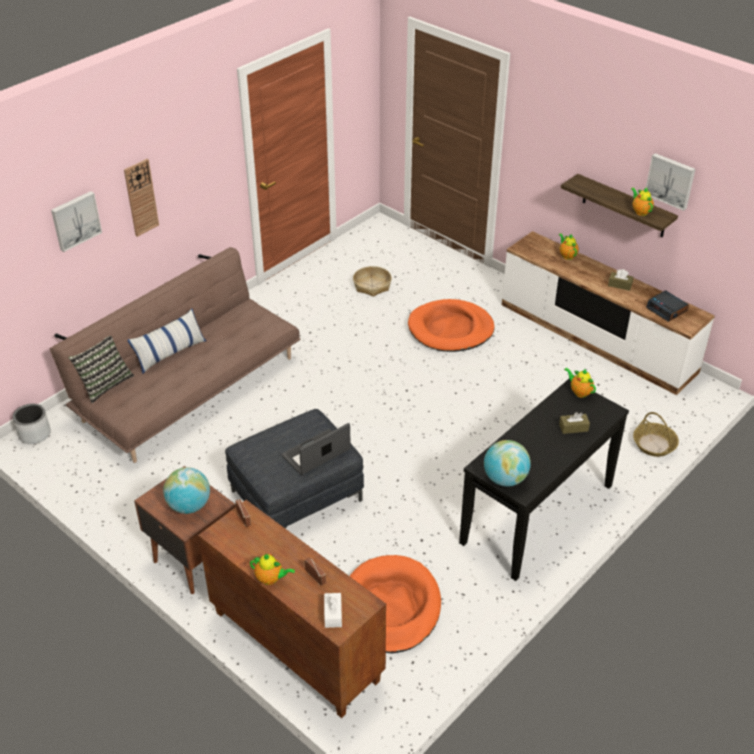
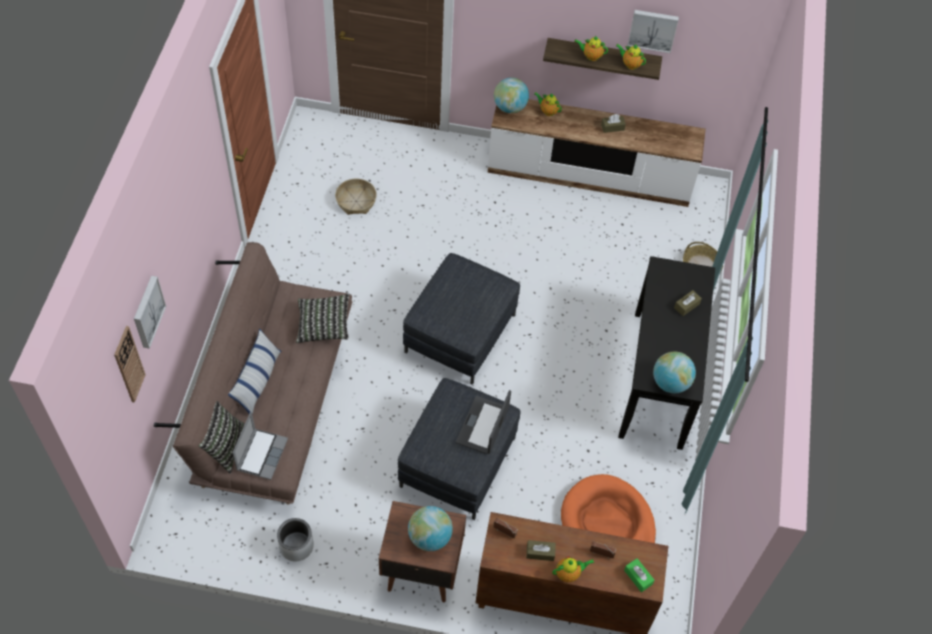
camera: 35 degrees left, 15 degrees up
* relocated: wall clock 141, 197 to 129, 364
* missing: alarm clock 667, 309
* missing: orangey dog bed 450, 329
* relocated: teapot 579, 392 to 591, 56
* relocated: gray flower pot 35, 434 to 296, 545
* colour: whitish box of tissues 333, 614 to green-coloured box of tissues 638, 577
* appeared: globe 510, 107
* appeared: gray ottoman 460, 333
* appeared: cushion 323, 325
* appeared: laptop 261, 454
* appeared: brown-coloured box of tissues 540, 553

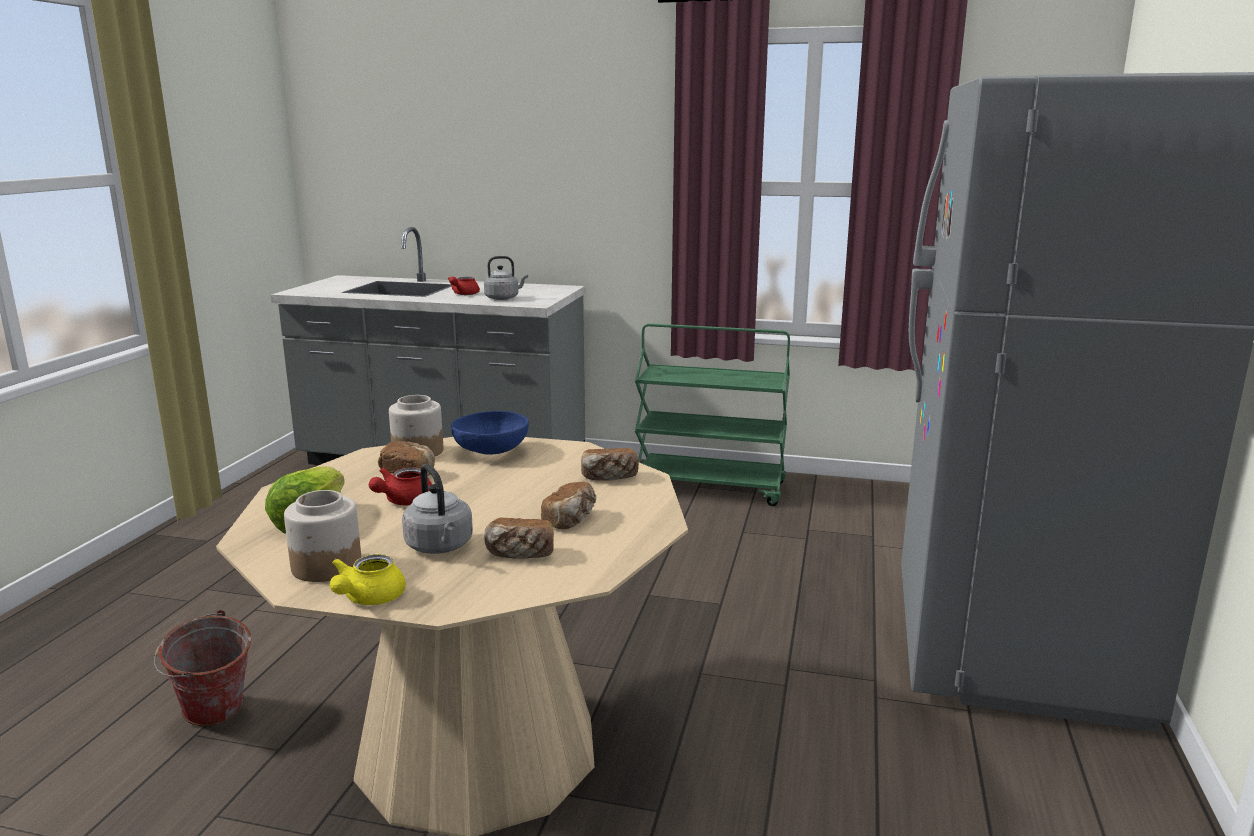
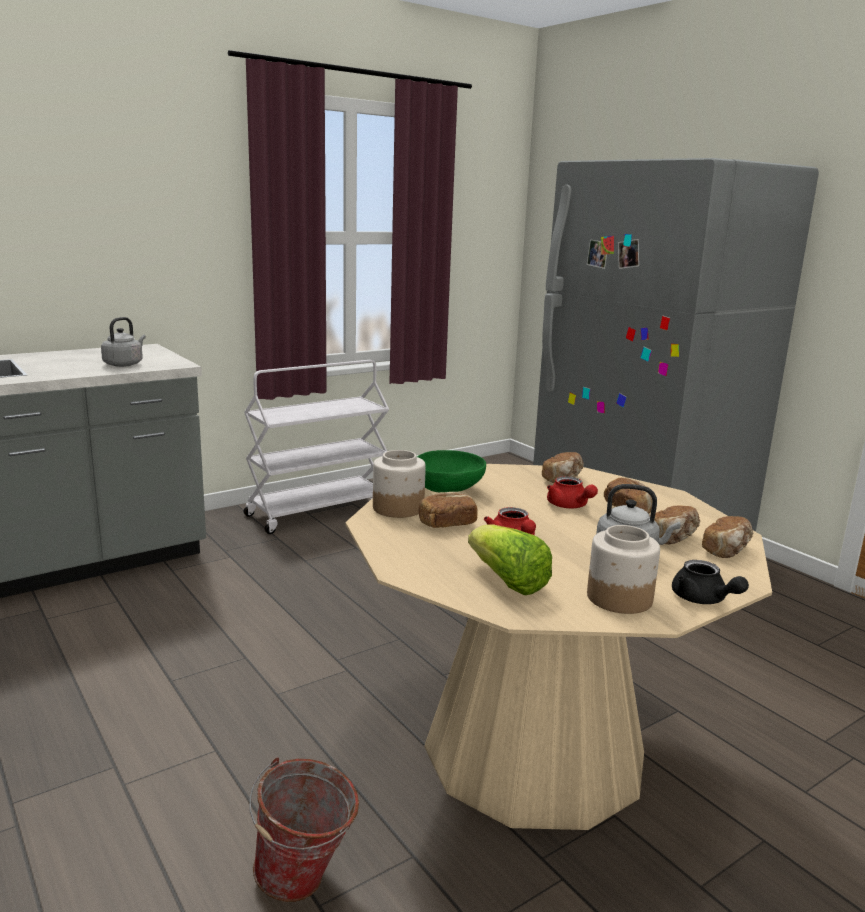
camera: 50 degrees left, 0 degrees up
* relocated: reddish teapot 463, 294 to 569, 506
* colour: green-coloured cart 710, 488 to whitish cart 318, 511
* colour: bluish serving bowl 491, 452 to green-coloured serving bowl 449, 490
* colour: yellowish teapot 368, 599 to blackish teapot 703, 600
* appeared: bakery bread 727, 550

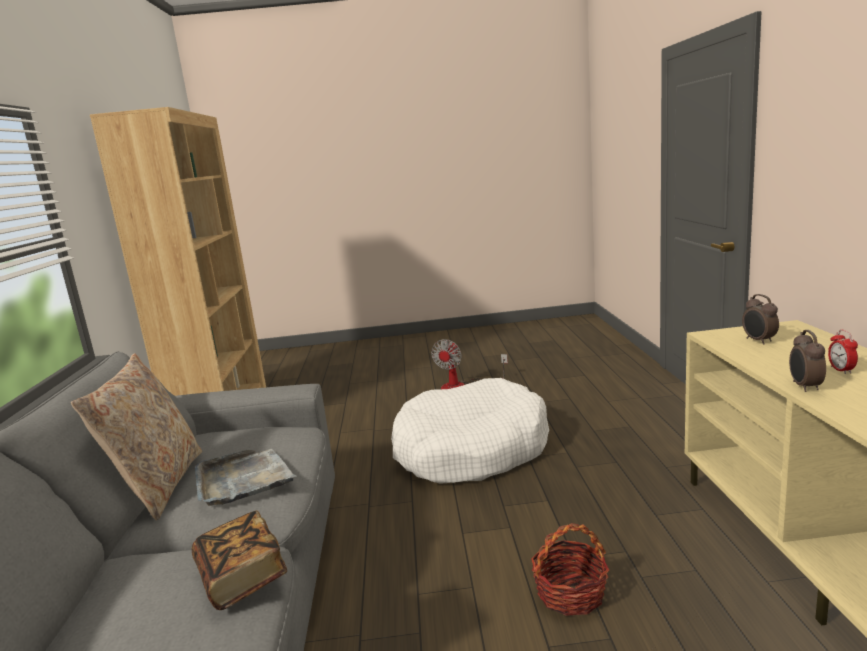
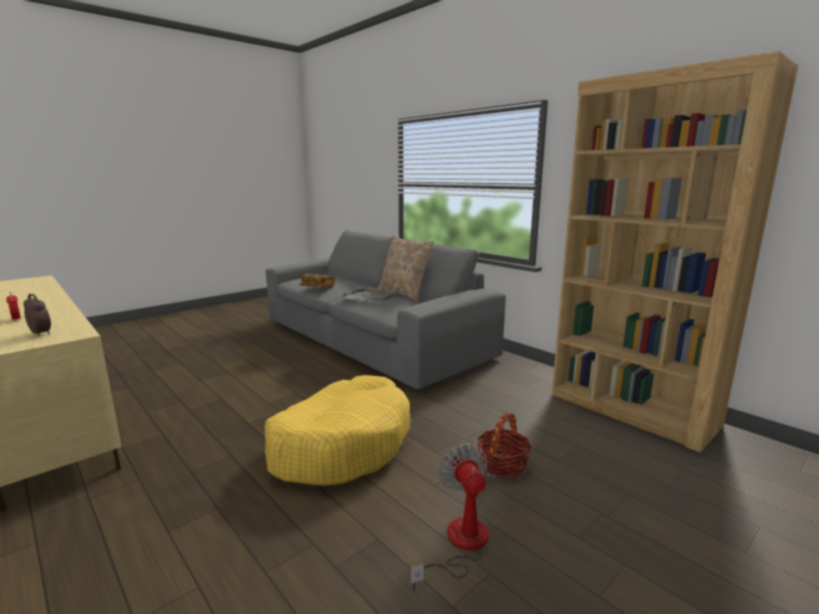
camera: 140 degrees right, 0 degrees up
* missing: alarm clock 804, 387
* colour: whitish dog bed 471, 450 to yellowish dog bed 341, 444
* relocated: household basket 570, 593 to 502, 464

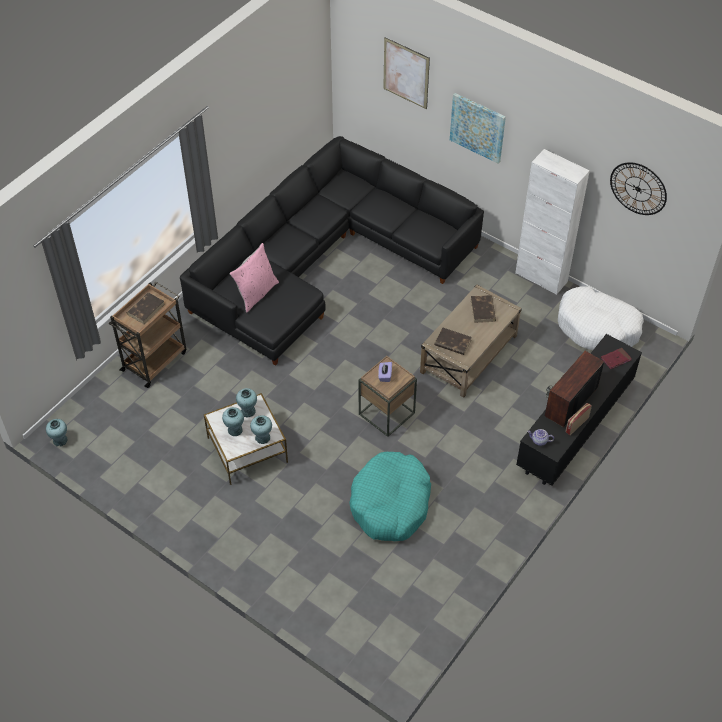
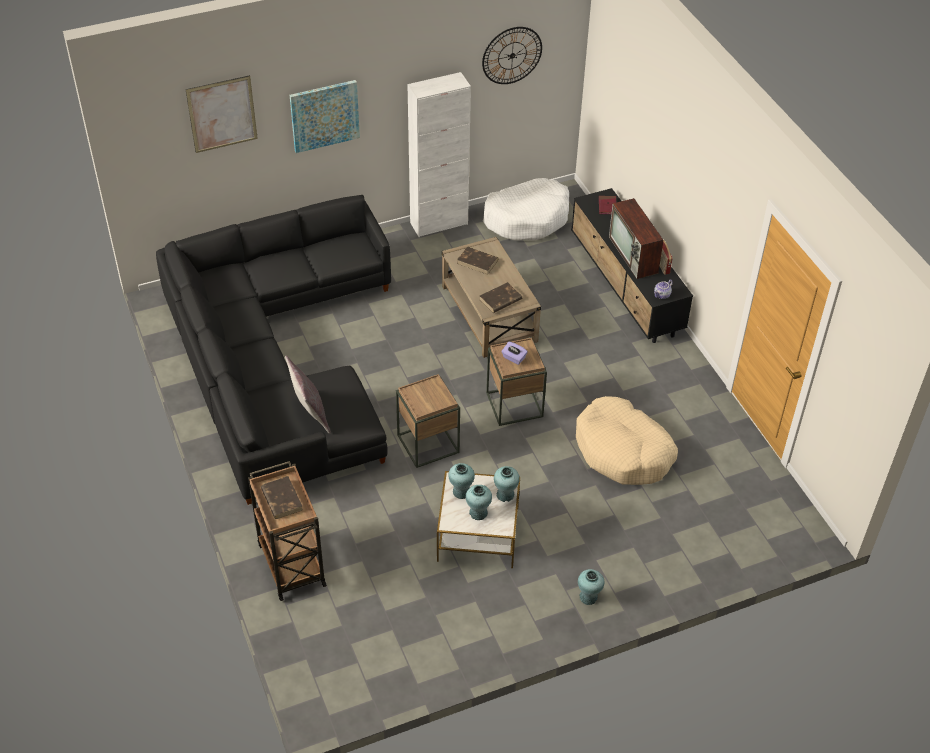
camera: 60 degrees left, 5 degrees down
* colour: pink cushion 256, 293 to gray cushion 310, 414
* relocated: blue-green flower vase 60, 440 to 588, 597
* colour: blue-green dog bed 390, 503 to beige dog bed 623, 451
* appeared: brown-coloured side table 428, 444

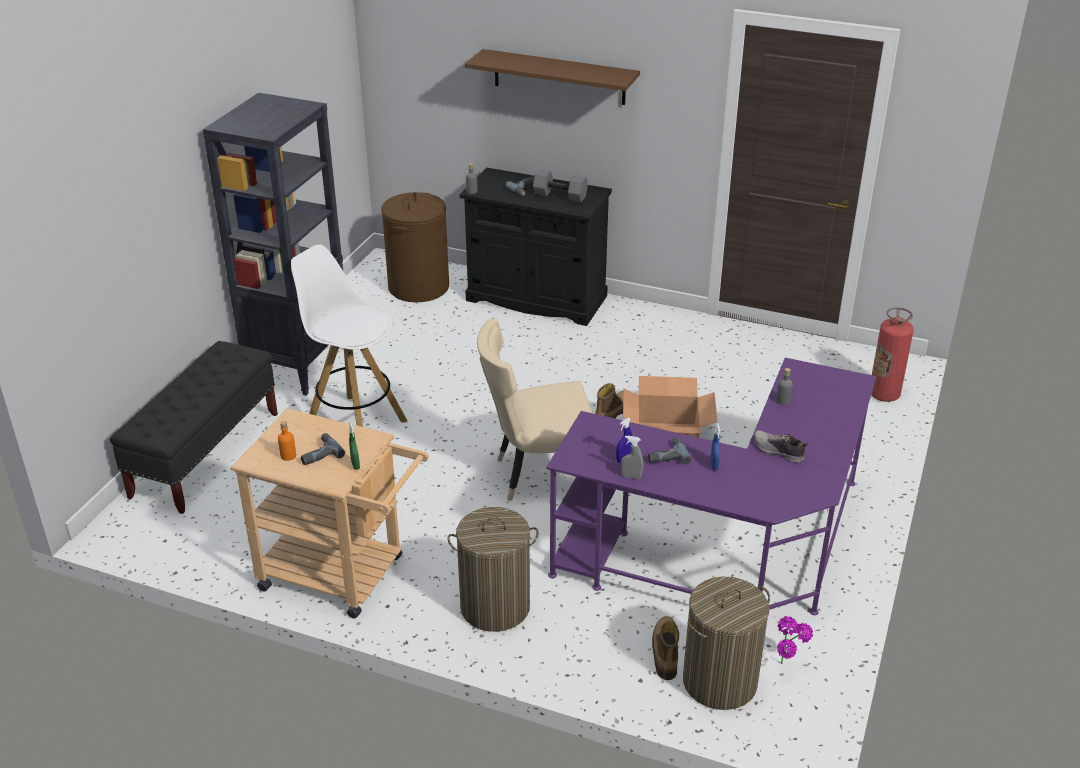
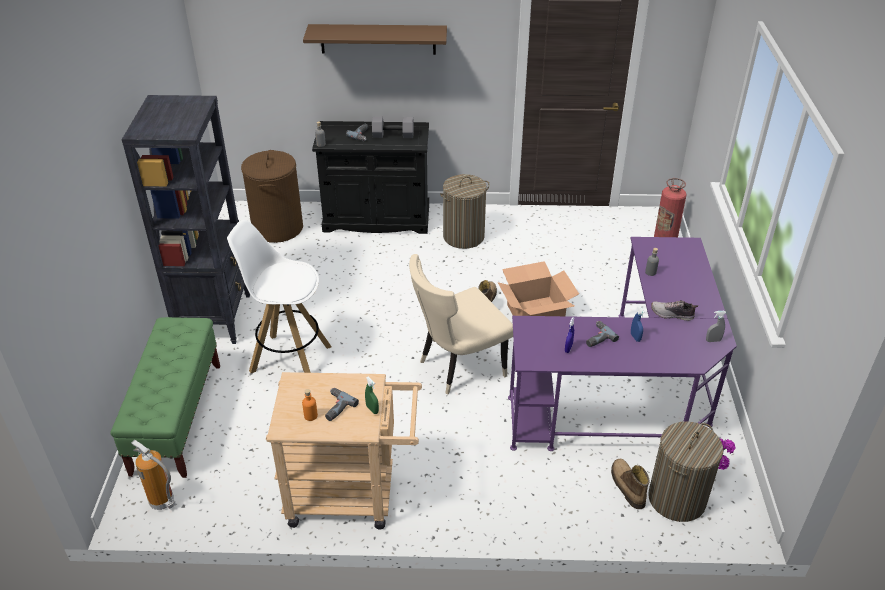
camera: 20 degrees left, 5 degrees up
* colour: blackish indoor bench 206, 454 to green-coloured indoor bench 177, 418
* relocated: gray hand sprayer 631, 477 to 713, 340
* relocated: washing basket 495, 607 to 463, 237
* appeared: fire-fighting cylinder 163, 502

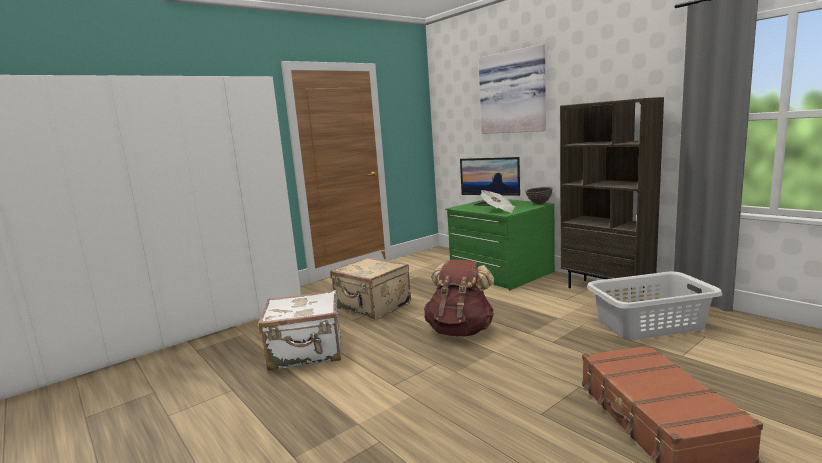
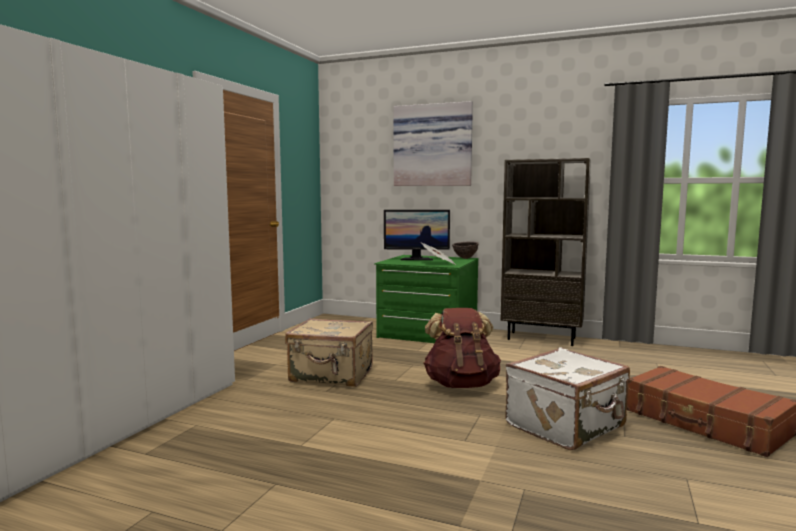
camera: 30 degrees left, 5 degrees down
* missing: gray washing basket 650, 325
* relocated: whitish travel case 307, 353 to 567, 426

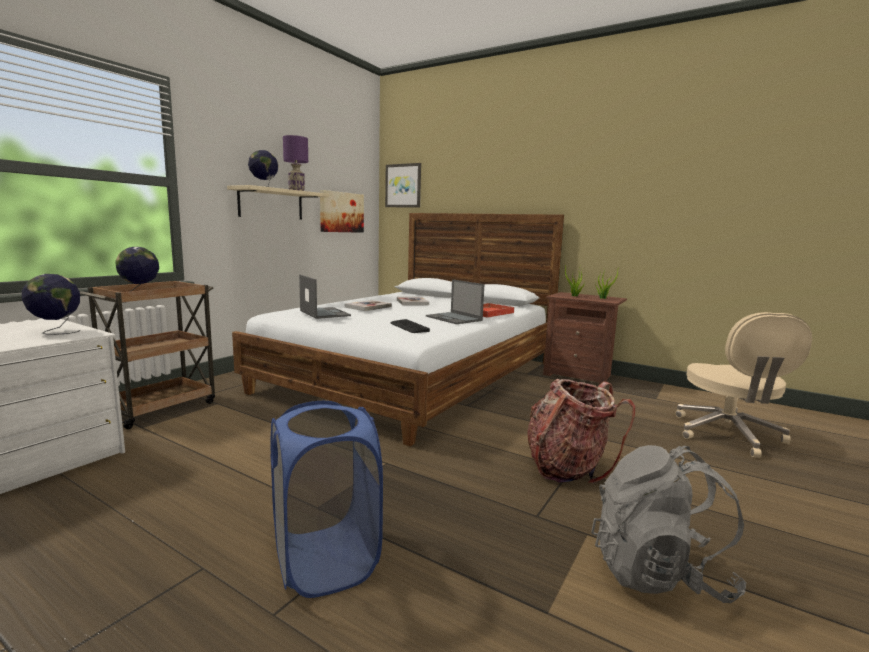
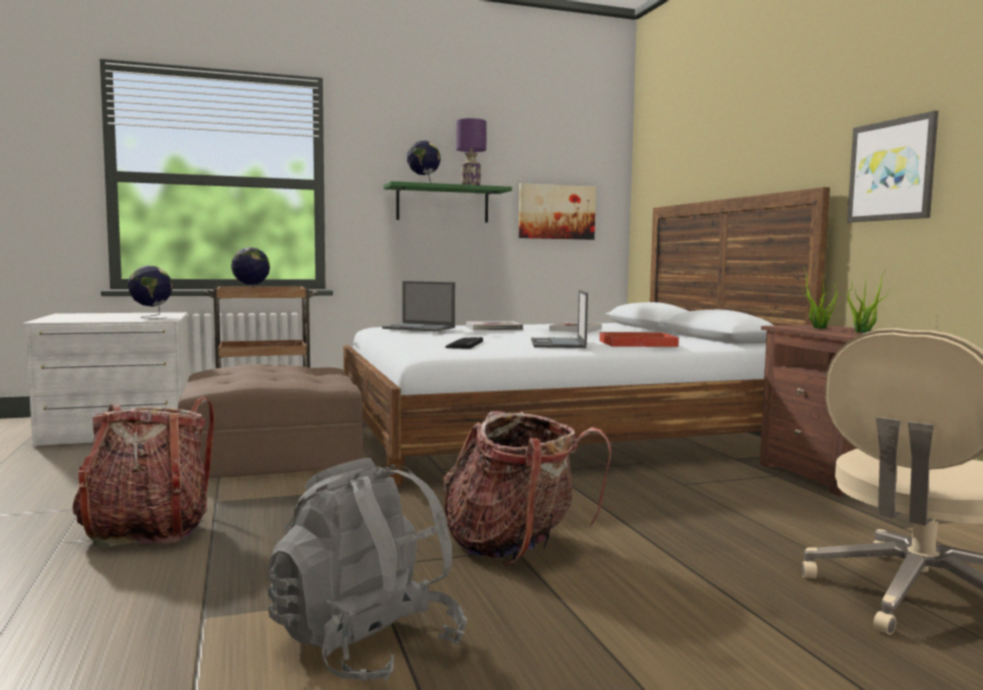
camera: 40 degrees right, 5 degrees down
* relocated: picture 403, 185 to 892, 170
* colour: beige wall shelf 271, 204 to green-coloured wall shelf 442, 204
* spun: laptop 324, 313 = 419, 328 105 degrees clockwise
* exchanged: bluish washing basket 325, 560 to rucksack 147, 530
* appeared: brown-coloured ottoman 272, 453

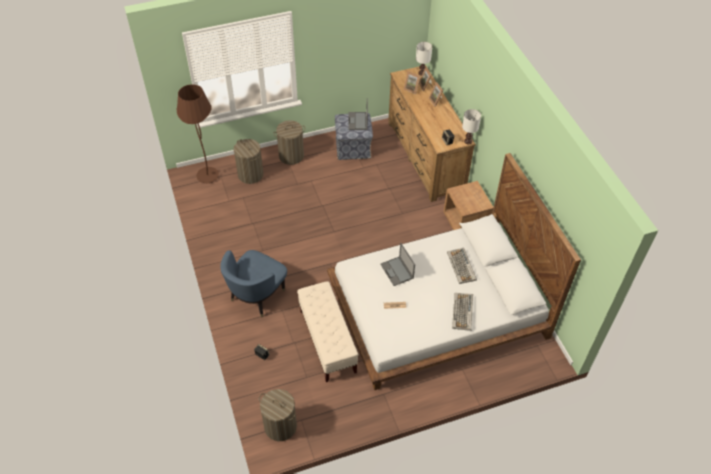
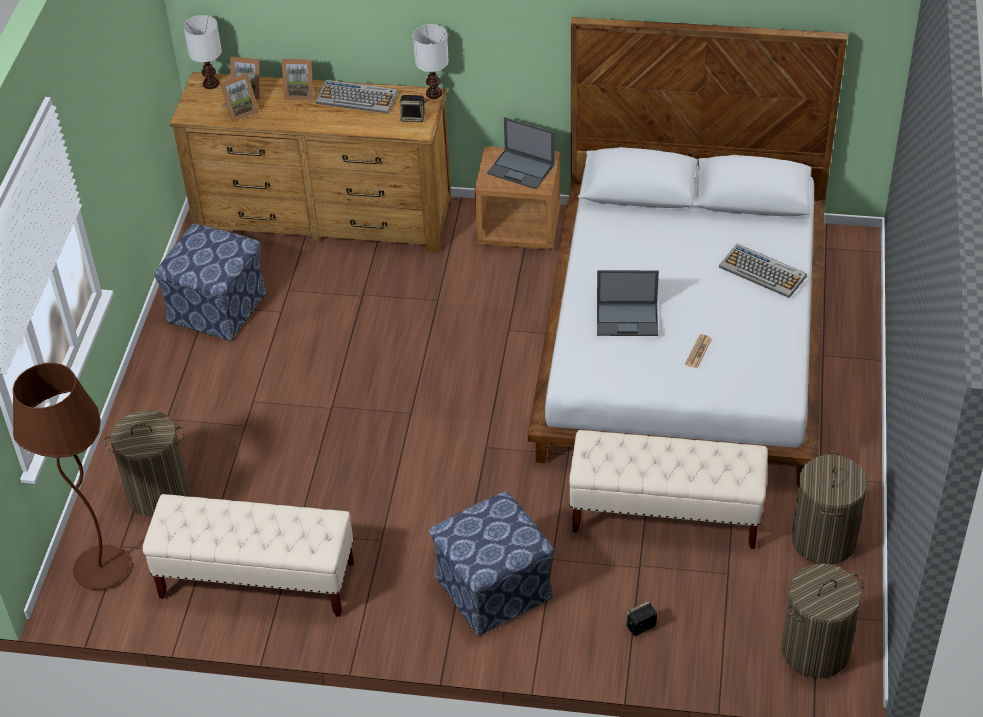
camera: 60 degrees left, 5 degrees down
* relocated: laptop 358, 121 to 521, 169
* relocated: washing basket 291, 156 to 823, 540
* relocated: keyboard 462, 266 to 357, 98
* exchanged: bluish easy chair 257, 296 to ottoman 492, 588
* appeared: beige indoor bench 256, 580

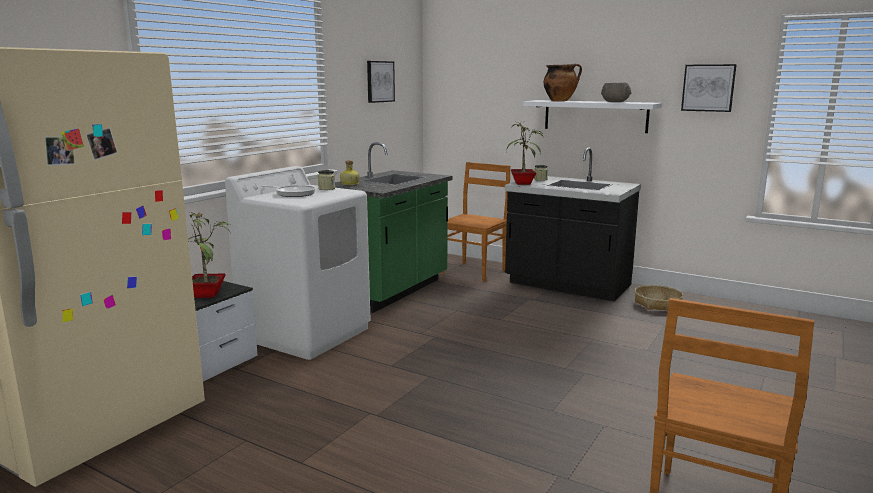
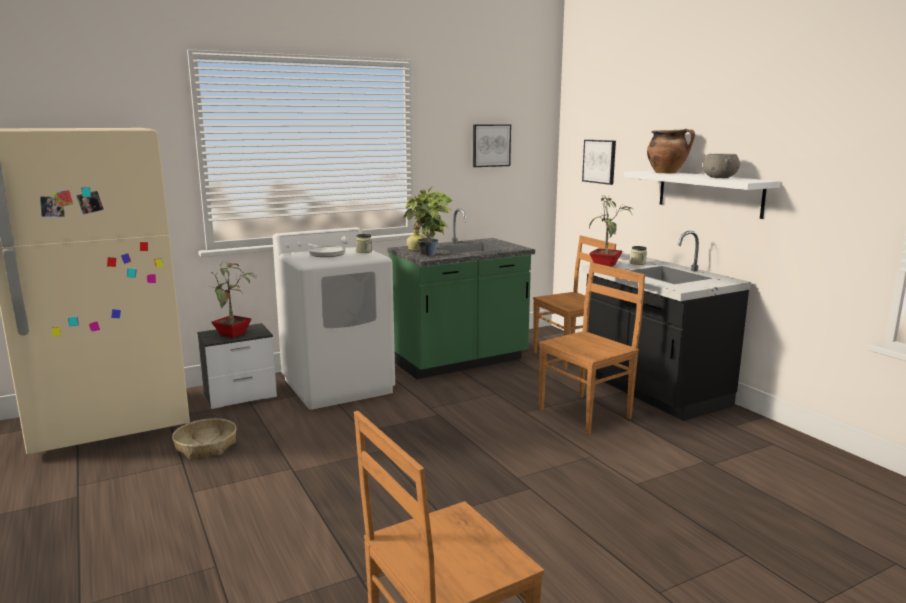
camera: 30 degrees right, 0 degrees up
* relocated: picture 708, 88 to 599, 161
* relocated: household basket 657, 304 to 205, 446
* appeared: houseplant 429, 255
* appeared: brown-coloured upright chair 586, 413

